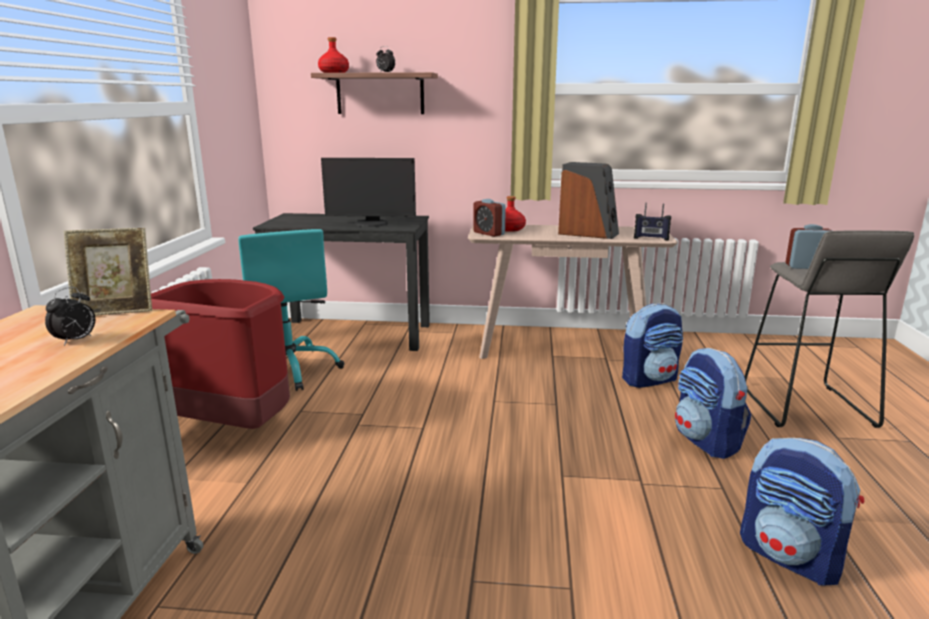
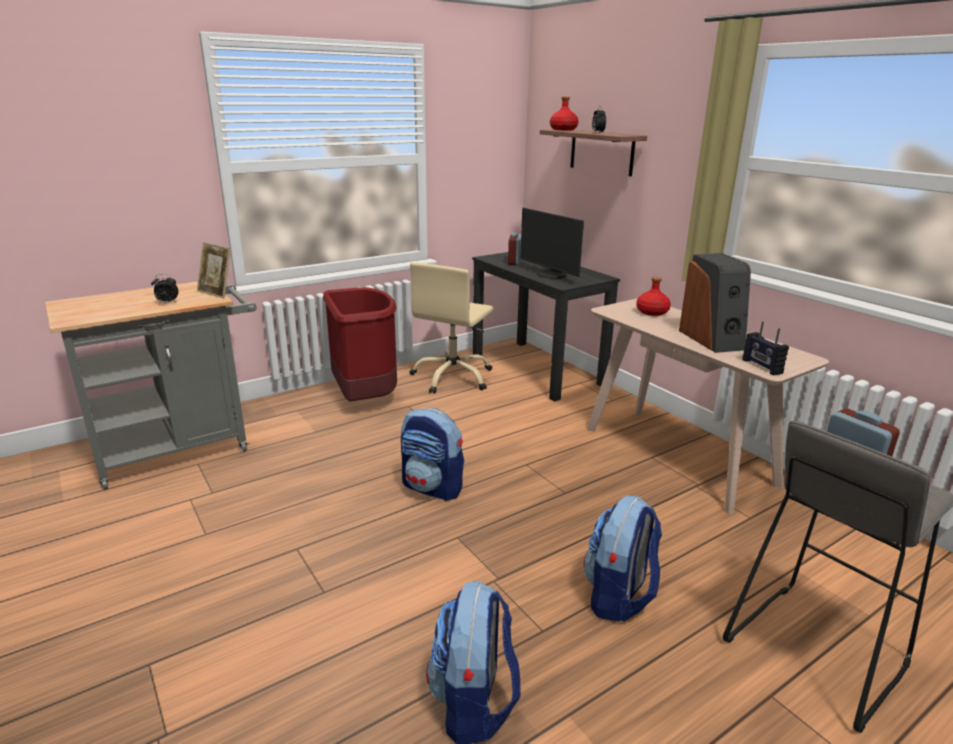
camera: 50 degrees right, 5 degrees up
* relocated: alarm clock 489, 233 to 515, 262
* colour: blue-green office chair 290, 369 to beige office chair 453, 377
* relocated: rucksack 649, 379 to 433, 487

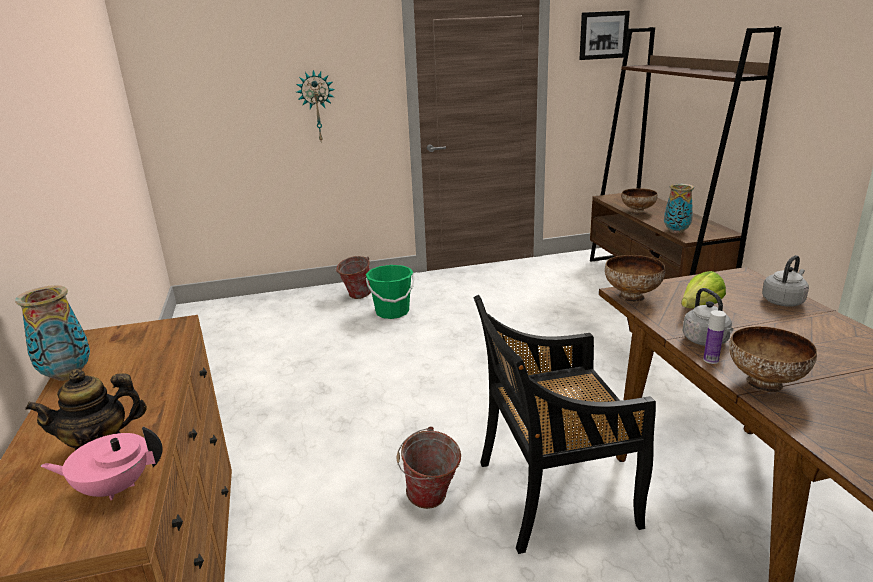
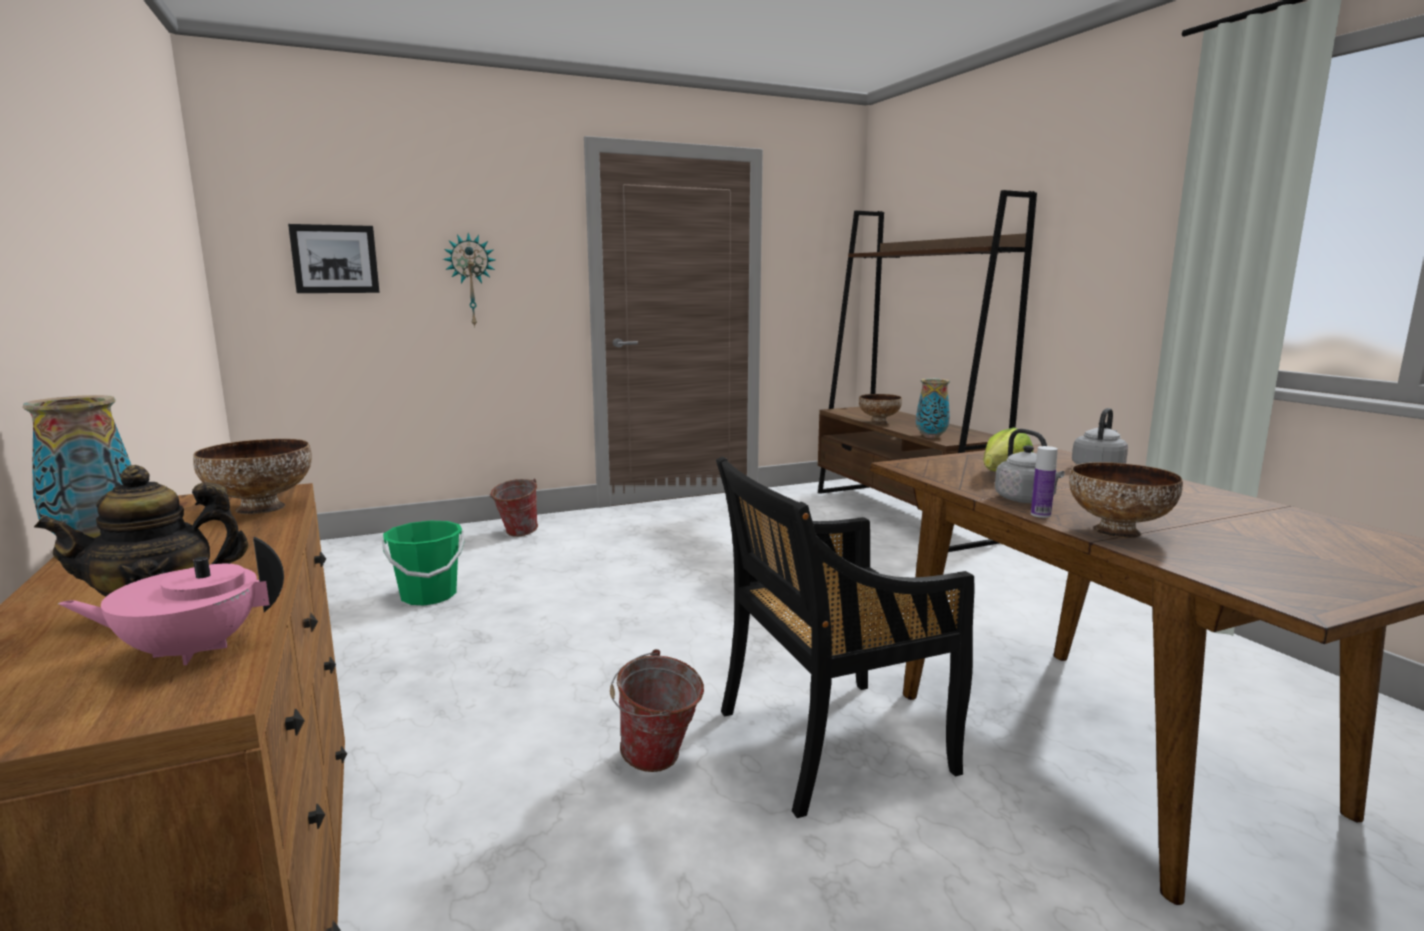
camera: 10 degrees left, 10 degrees down
* relocated: picture 603, 35 to 335, 259
* relocated: serving bowl 632, 297 to 260, 509
* relocated: green-coloured bucket 392, 312 to 428, 596

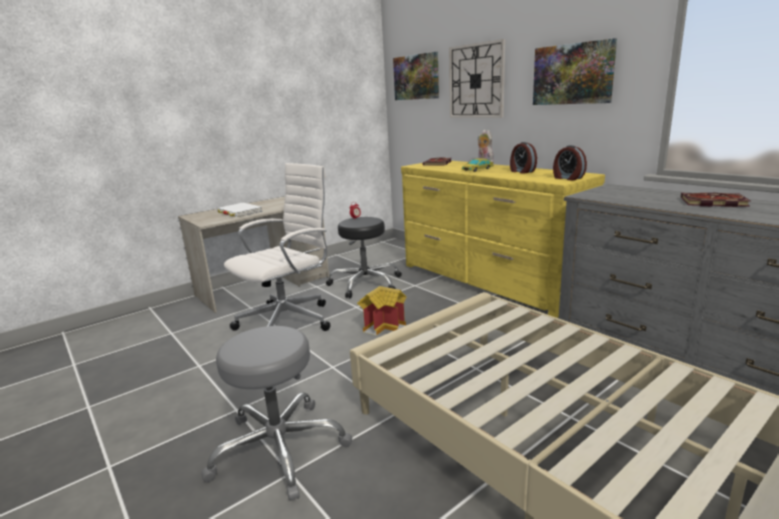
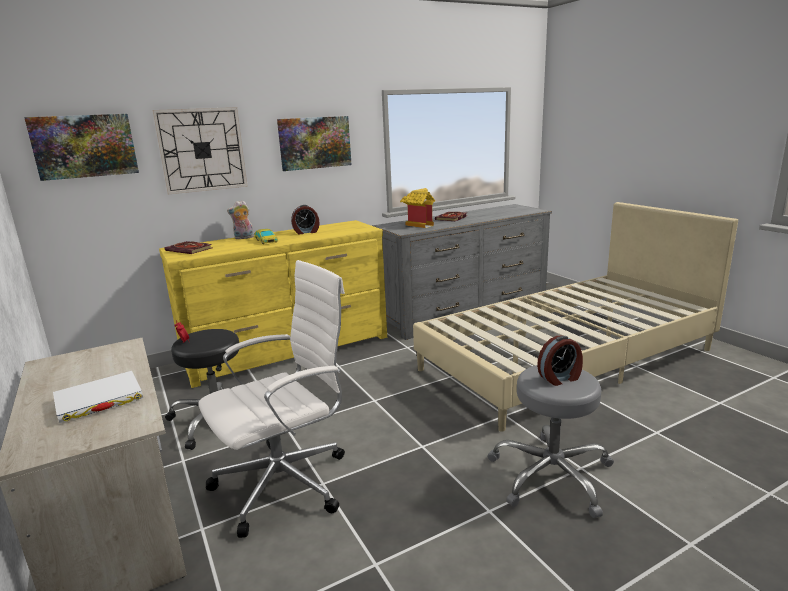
camera: 80 degrees left, 0 degrees up
* relocated: alarm clock 567, 178 to 560, 378
* spun: whitish office chair 288, 321 = 286, 483 90 degrees clockwise
* relocated: model house 384, 326 to 419, 224

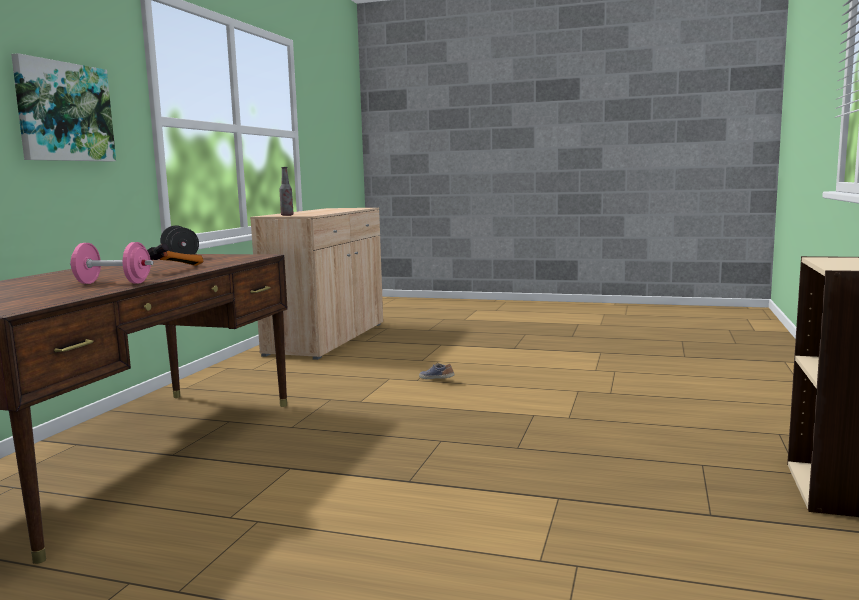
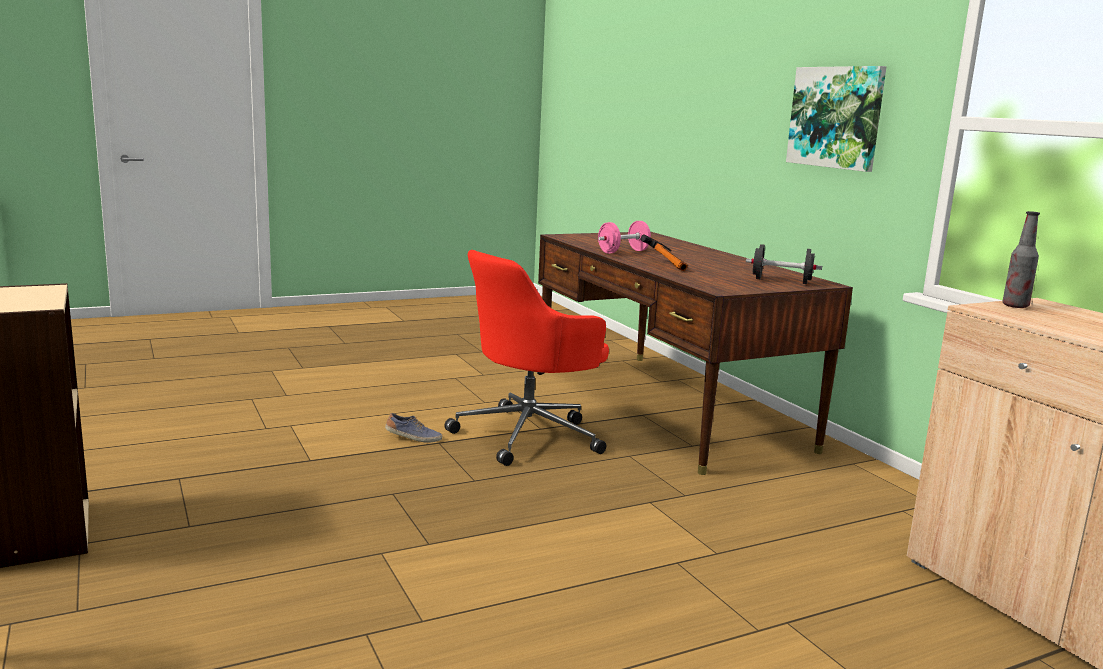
camera: 135 degrees right, 5 degrees up
* relocated: low shoe 437, 379 to 413, 438
* appeared: reddish office chair 530, 435

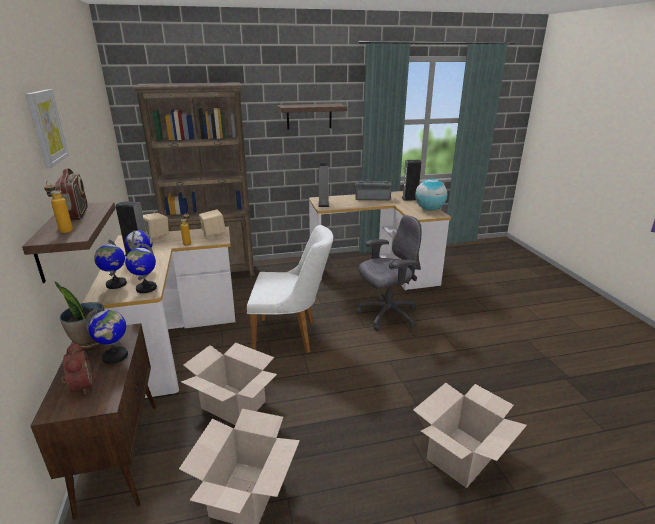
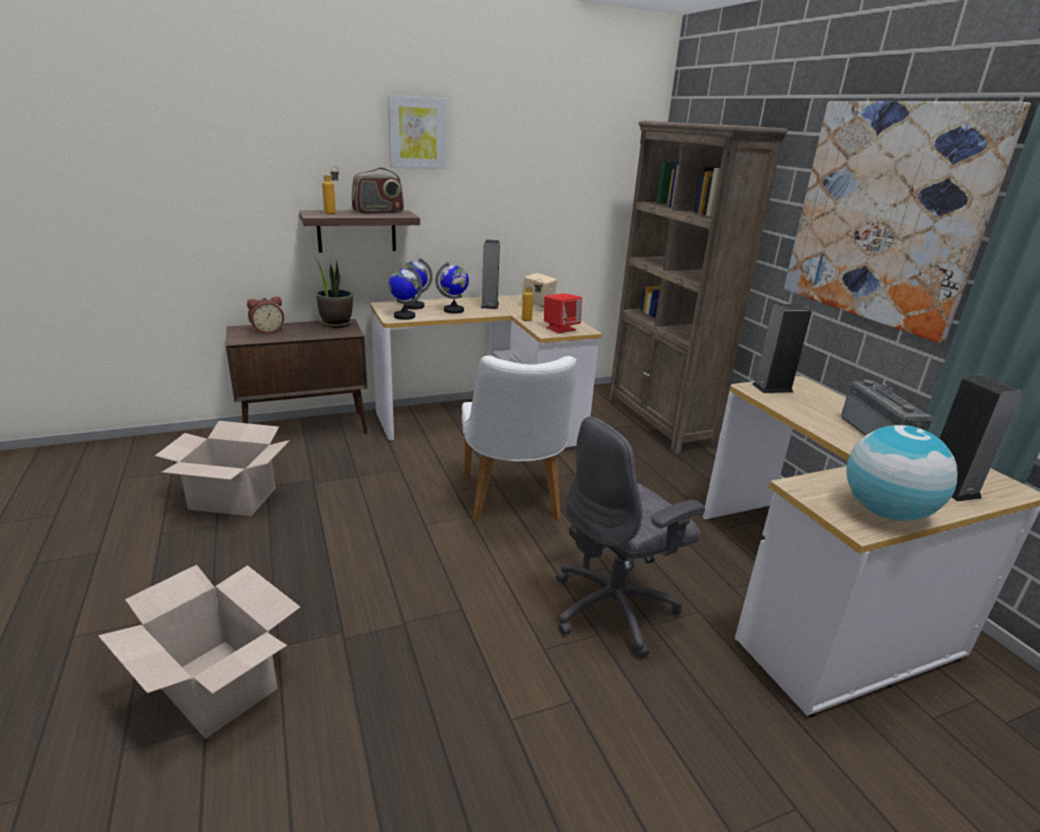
camera: 80 degrees right, 0 degrees up
* exchanged: wall shelf 309, 116 to picture 885, 214
* colour: beige speaker 213, 236 to reddish speaker 560, 328
* spun: gray office chair 386, 315 = 615, 608 90 degrees clockwise
* missing: globe 115, 356
* missing: carton 233, 405

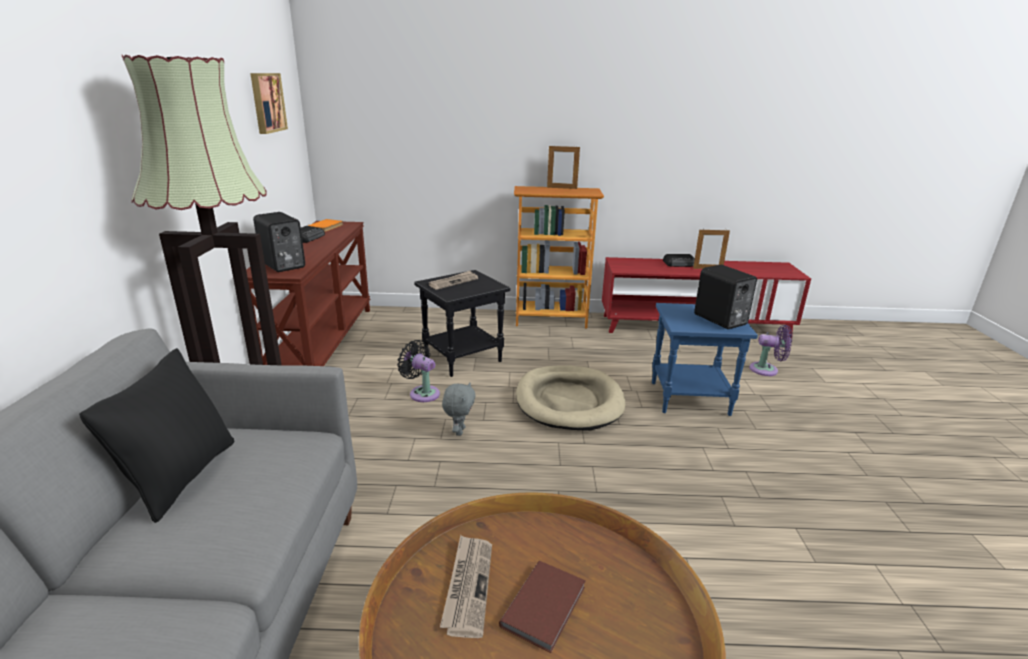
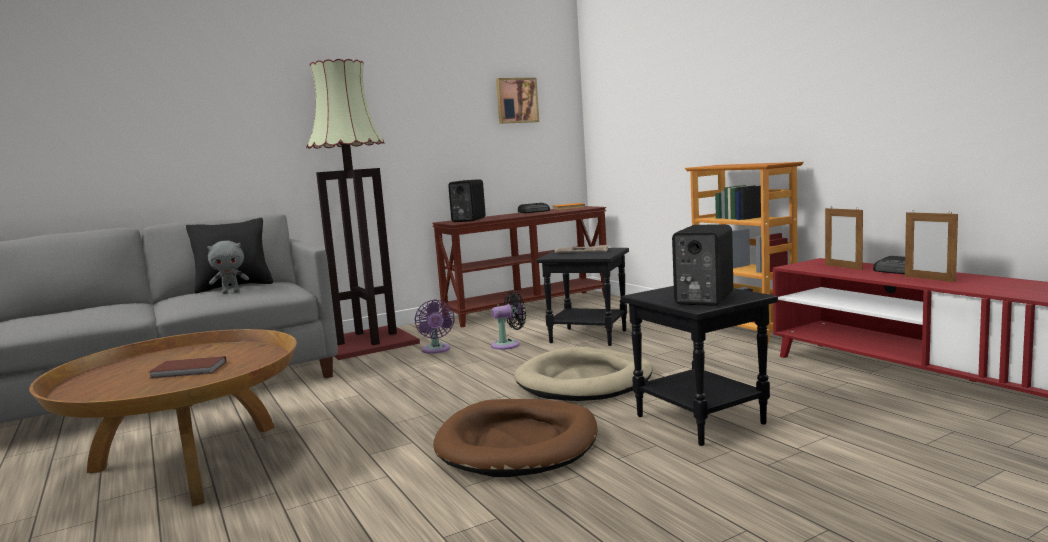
camera: 60 degrees right, 15 degrees down
* relocated: picture frame 562, 188 to 843, 267
* colour: bluish side table 690, 398 to blackish side table 702, 420
* relocated: purple-coloured fan 767, 370 to 436, 350
* spun: blackish fan 422, 393 = 508, 345 60 degrees clockwise
* relocated: gray cuddly toy 459, 431 to 231, 292
* missing: printed paper 468, 586
* appeared: brown-coloured dog bed 518, 443

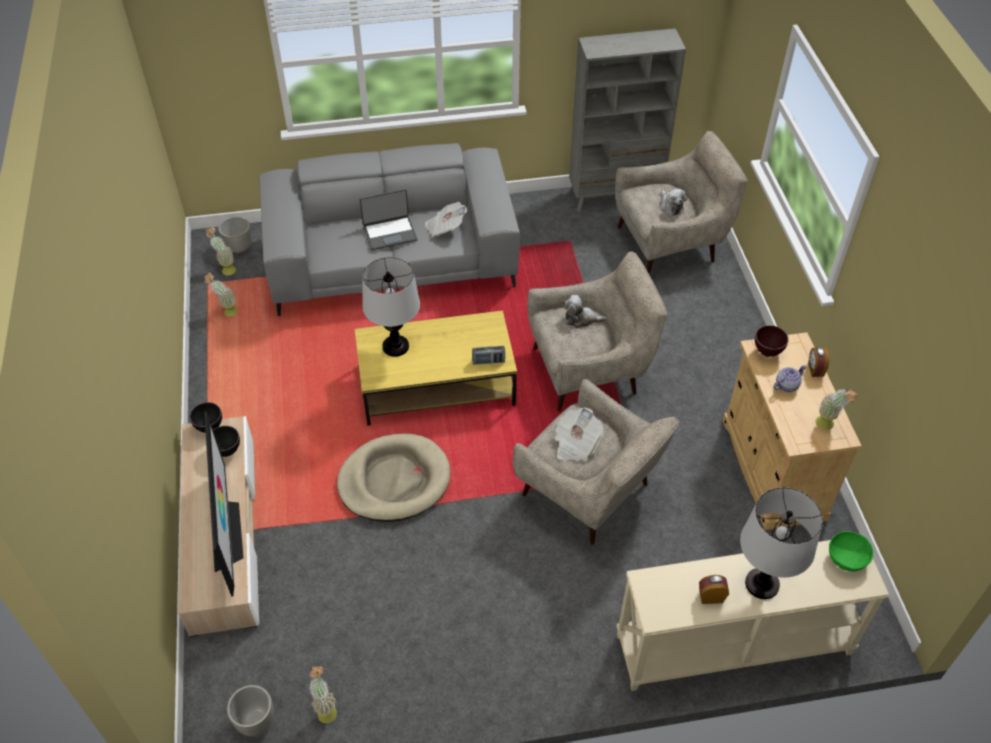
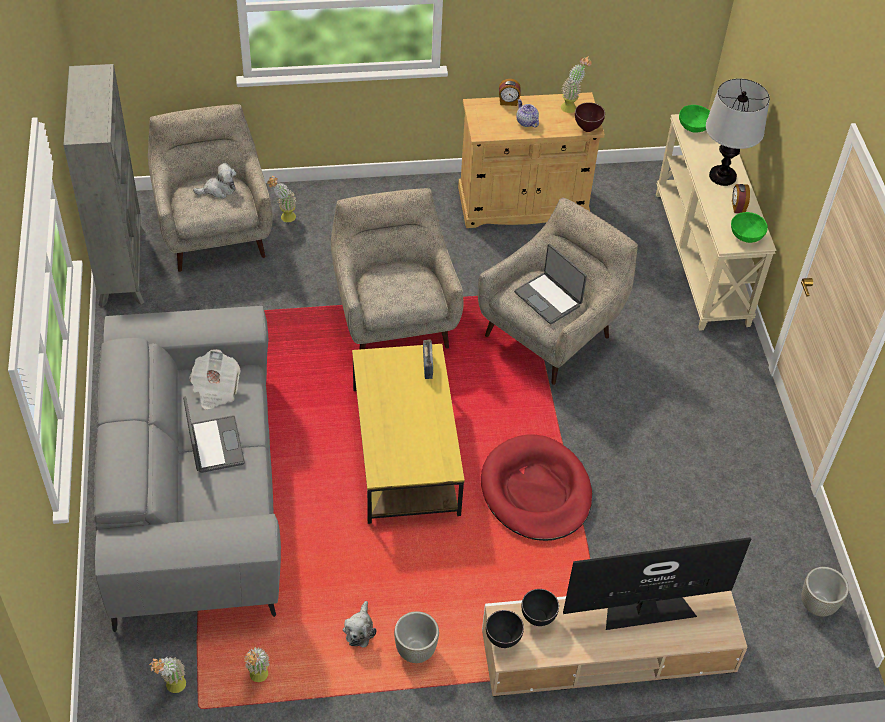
camera: 90 degrees left, 0 degrees up
* relocated: gray flower pot 239, 247 to 415, 650
* missing: tabletop lamp 396, 346
* relocated: cuddly toy 581, 319 to 359, 630
* relocated: brown-coloured serving bowl 768, 353 to 588, 128
* exchanged: printed paper 576, 444 to laptop 548, 298
* colour: beige dog bed 394, 480 to reddish dog bed 536, 491
* relocated: houseplant 326, 709 to 284, 217
* appeared: green-coloured serving bowl 746, 235

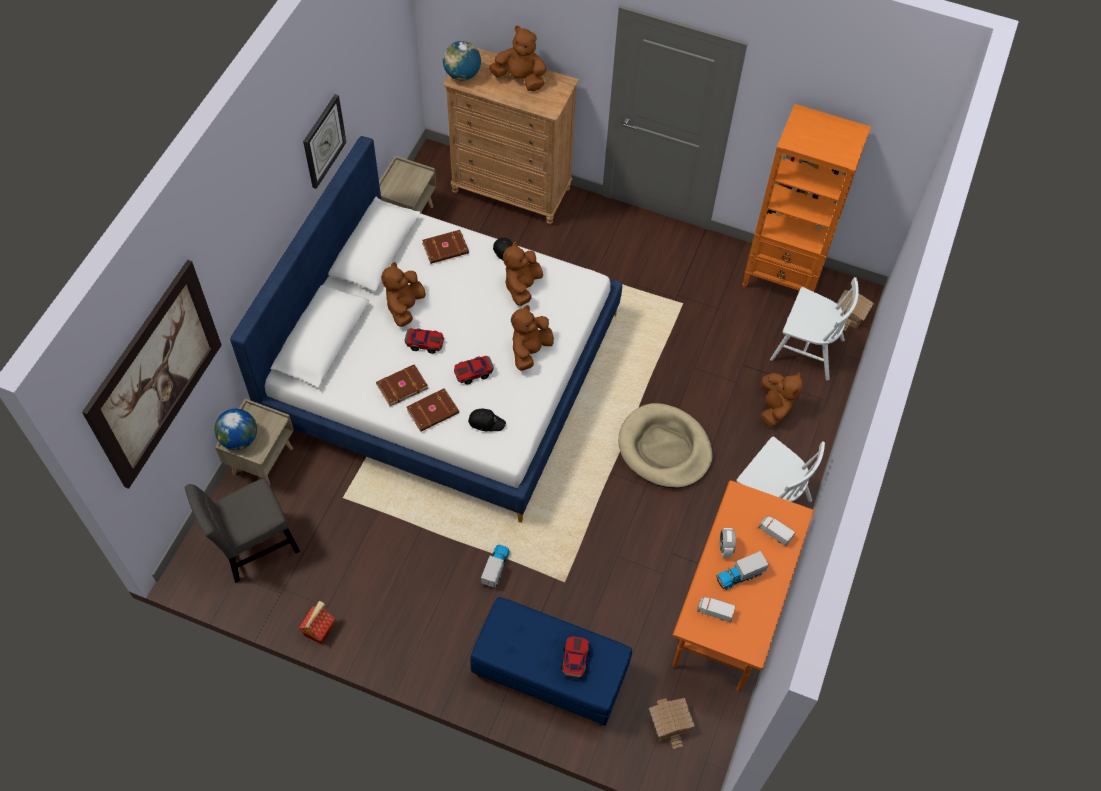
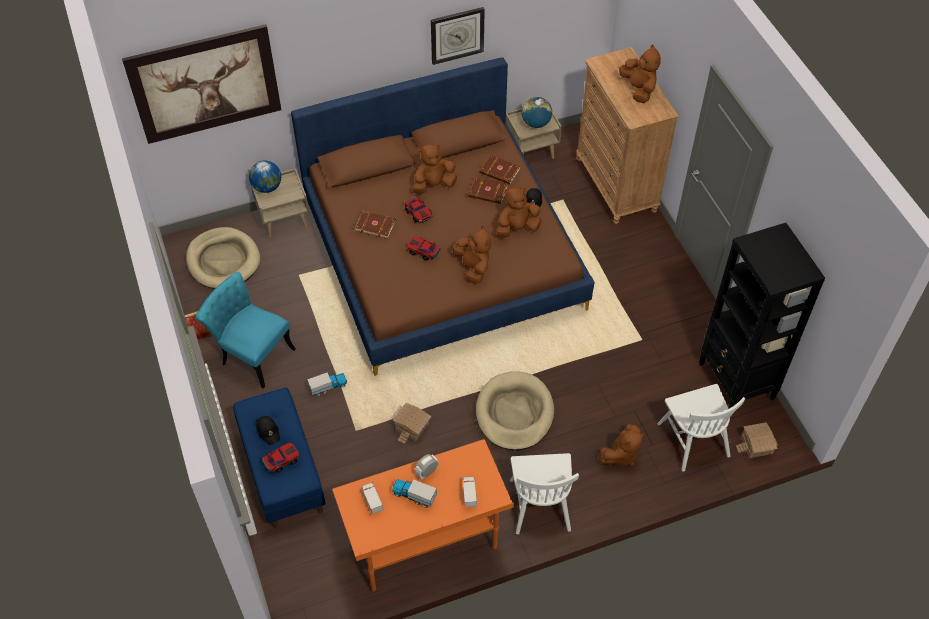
camera: 50 degrees right, 5 degrees down
* relocated: globe 462, 75 to 536, 123
* colour: orangey shelving unit 782, 278 to blackish shelving unit 736, 382
* colour: whitish bed 443, 368 to brown-coloured bed 442, 253
* spun: brown-coloured cuddly toy 530, 350 = 473, 267 75 degrees clockwise
* relocated: brown-coloured volume 433, 412 to 487, 192
* relocated: blackish cap 486, 422 to 268, 431
* exchanged: gray upright chair 253, 548 to beige dog bed 223, 260
* relocated: model house 668, 724 to 411, 426
* appeared: blue-green upright chair 252, 354

